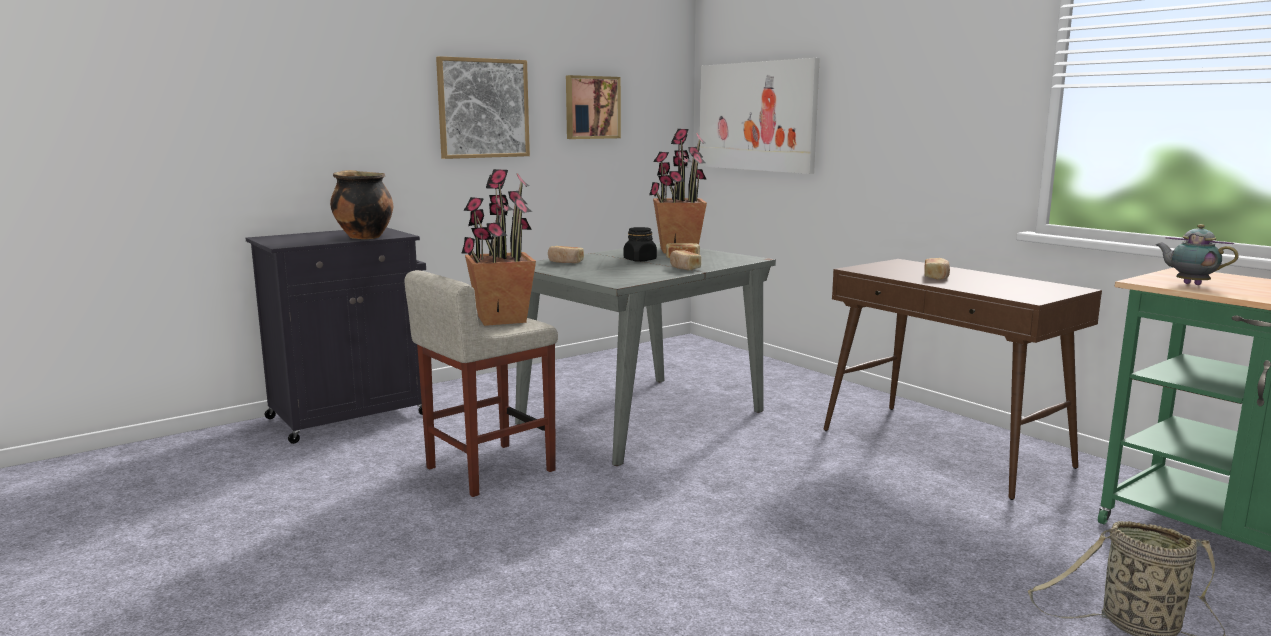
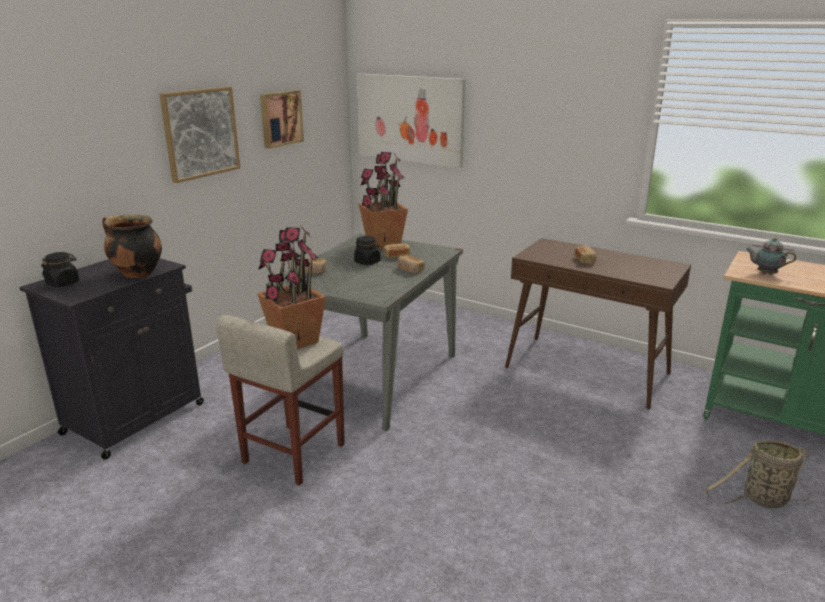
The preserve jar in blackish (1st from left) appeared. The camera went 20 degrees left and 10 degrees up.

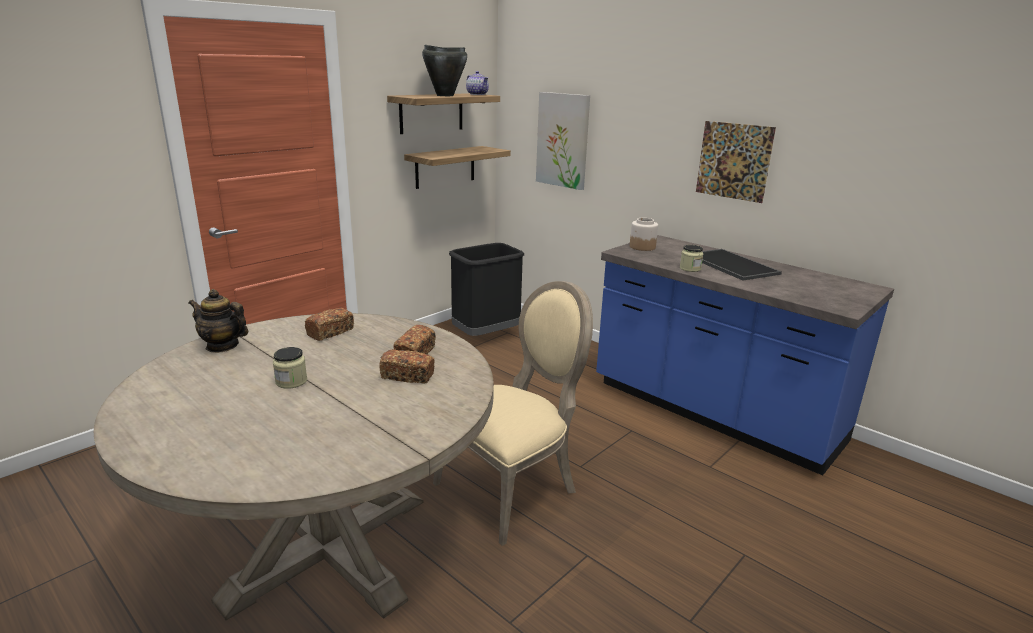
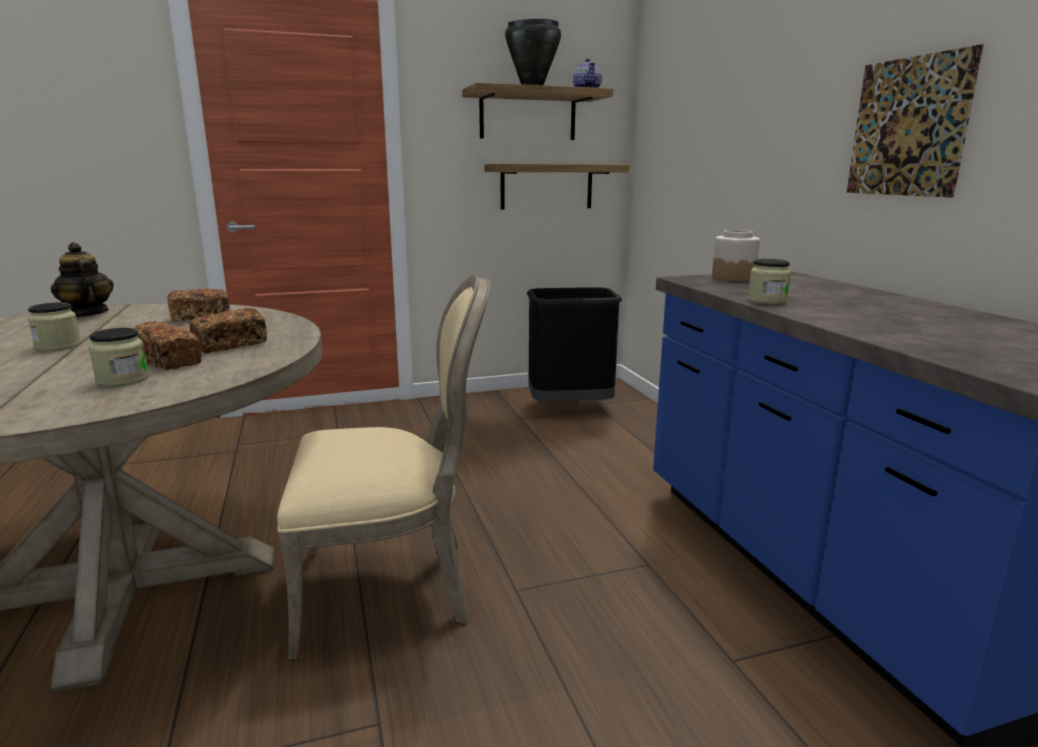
The wall art (1st from left) disappeared. The carrying tray disappeared. The preserve jar (2nd from left) appeared. The camera went 30 degrees right and 5 degrees down.

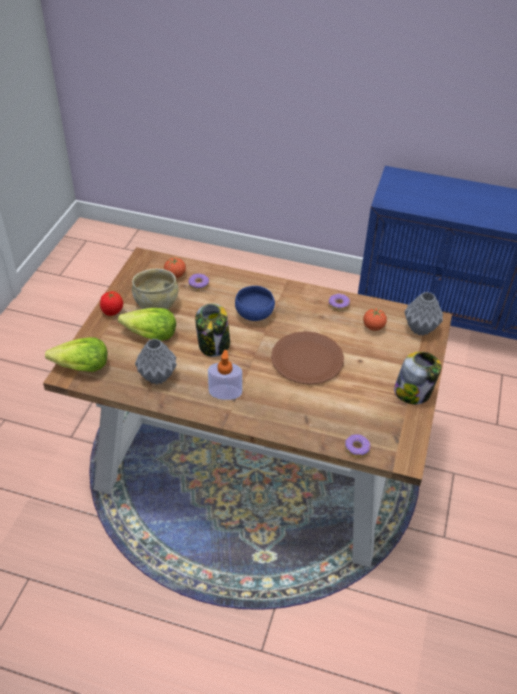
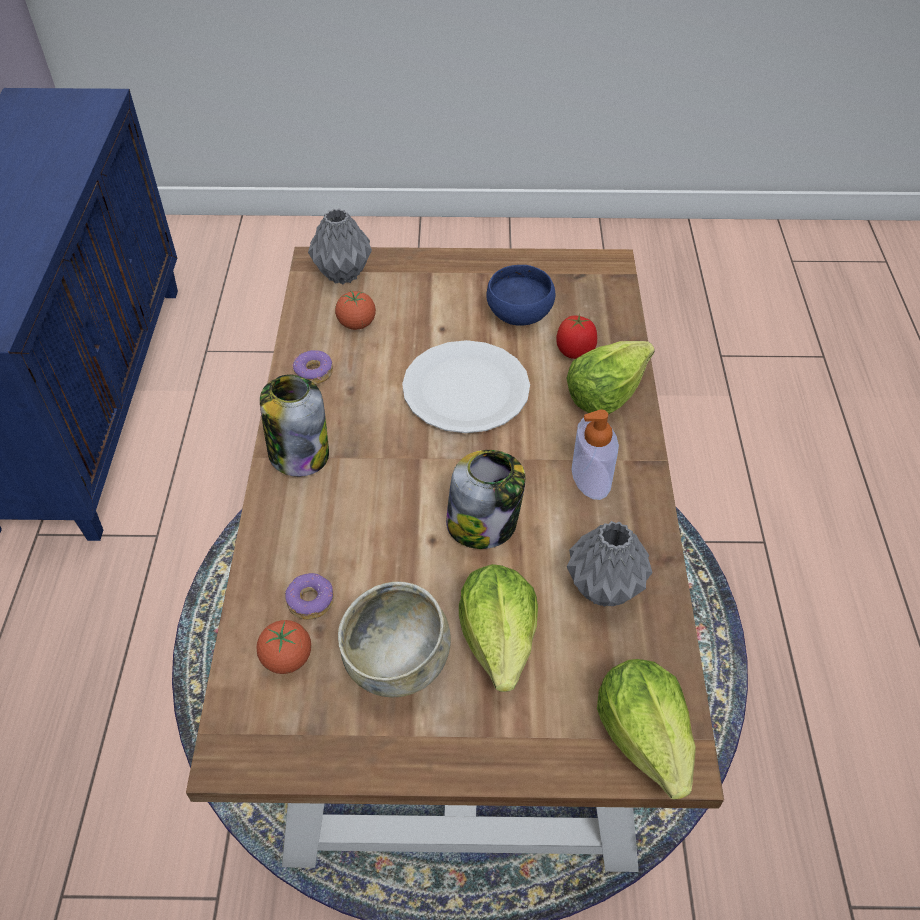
The whole tomato (1st from left in the first image) moved. The serving bowl in blue moved. The dinner plate in brown-coloured became the dinner plate in white-coloured. The donut (3rd from left) disappeared. The preserve jar (2nd from left in the first image) moved. The lettuce (2nd from left) appeared. The camera went 105 degrees left and 5 degrees up.

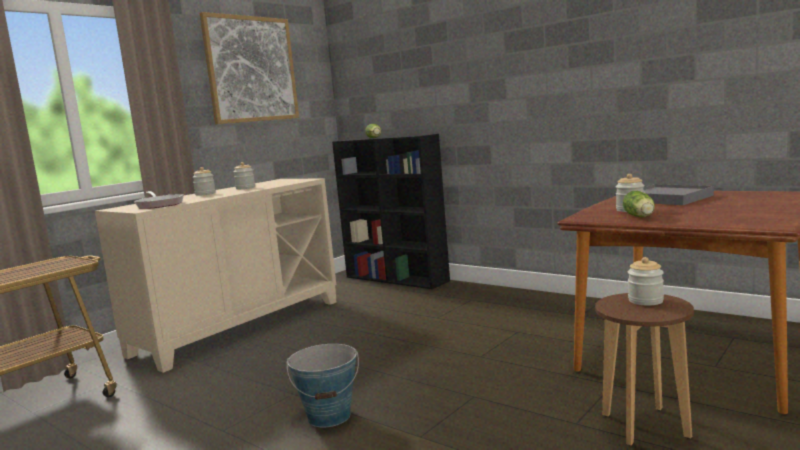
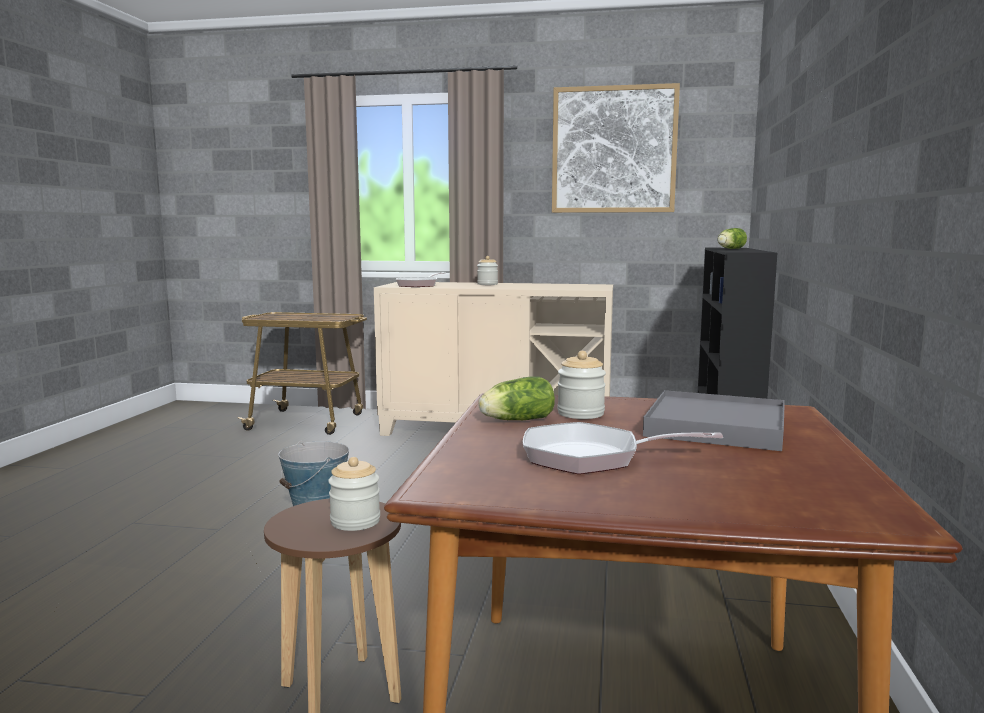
The preserve jar (2nd from left) disappeared. The frying pan (2nd from left) appeared. The camera went 60 degrees right and 0 degrees up.

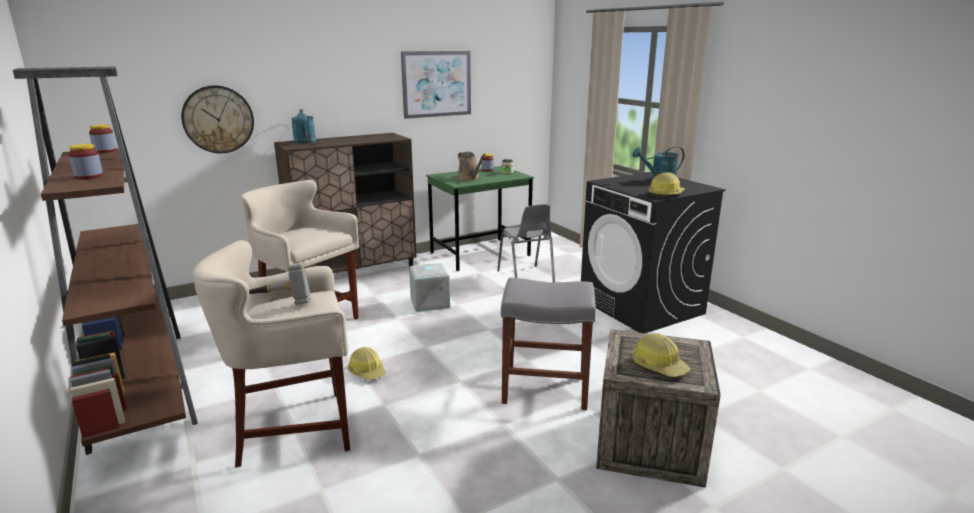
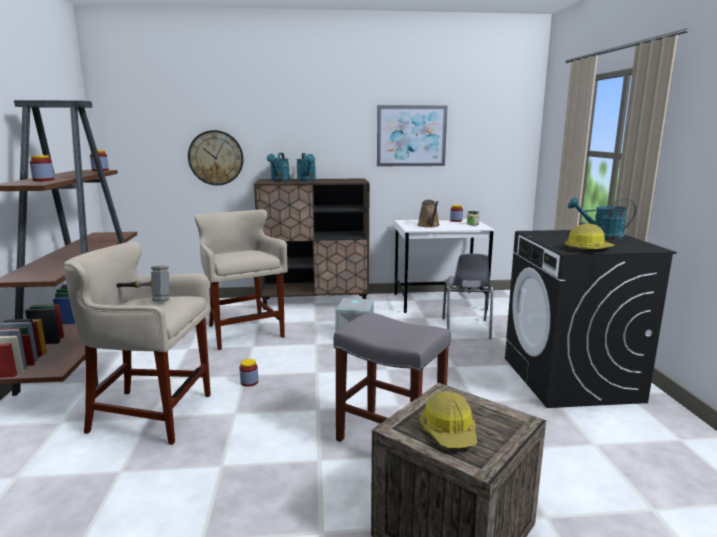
The hard hat (1st from left) was replaced by the preserve jar (3rd from left). The desk unit in green became the desk unit in white-coloured. The sprinkling can in turquoise (2nd from left) appeared. The camera went 25 degrees right and 5 degrees down.

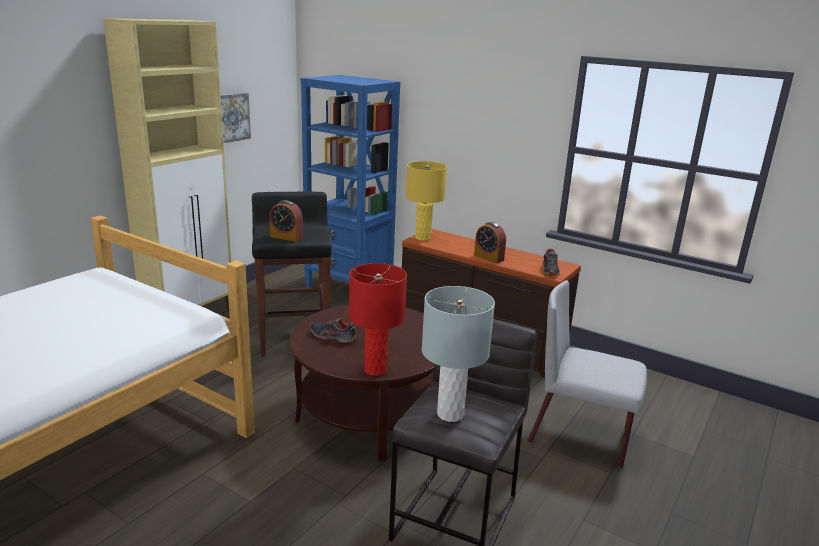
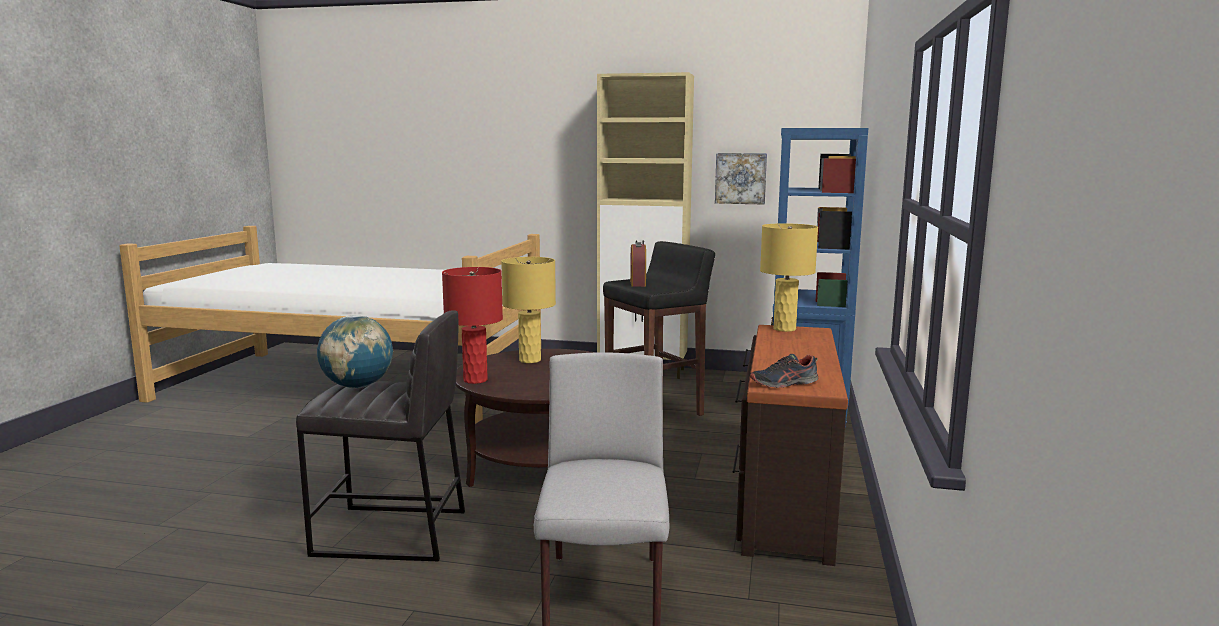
The low shoe (1st from left) was replaced by the table lamp in yellowish (1st from left). The table lamp in gray was replaced by the desk globe. The bedside clock (2nd from left) disappeared. The camera went 70 degrees right and 10 degrees down.

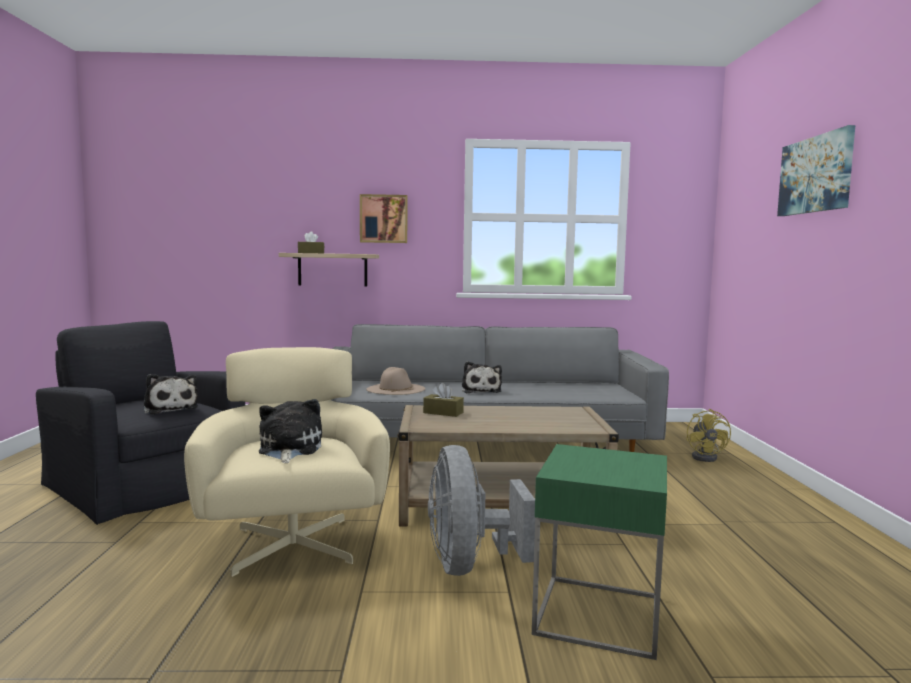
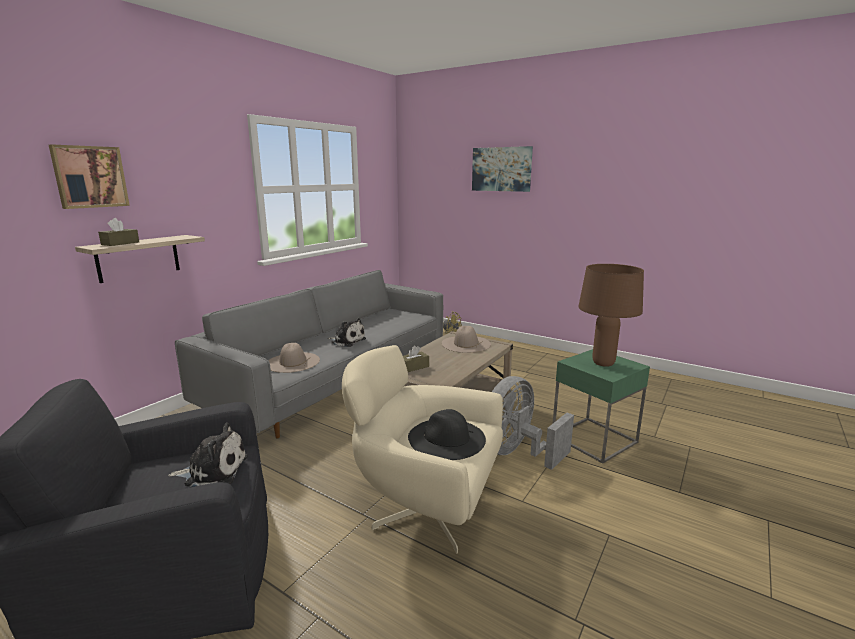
The cuddly toy (2nd from left) was replaced by the wearable hat in blackish. The wall art (1st from left) moved. The cooling fan in gray turned 105 degrees clockwise. The wearable hat in beige (2nd from left) appeared. The table lamp in brown-coloured appeared. The camera went 55 degrees left and 10 degrees up.

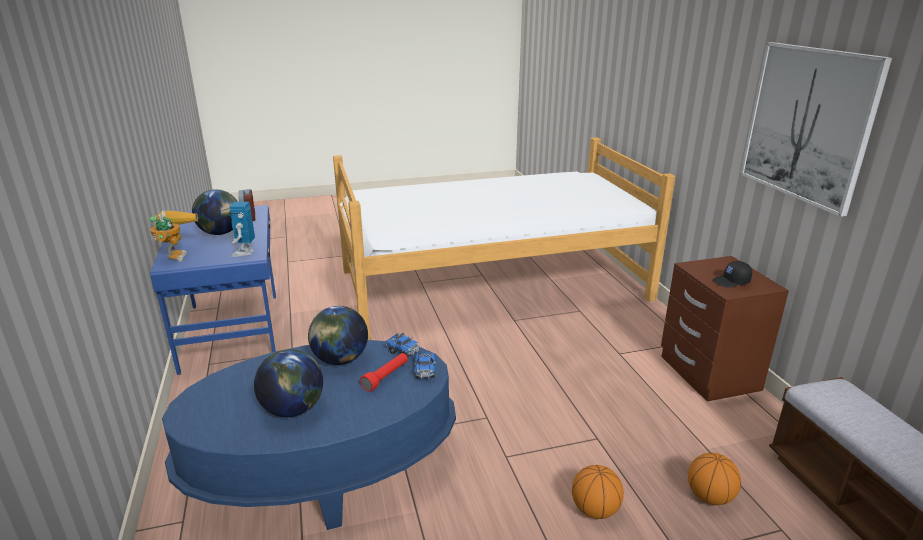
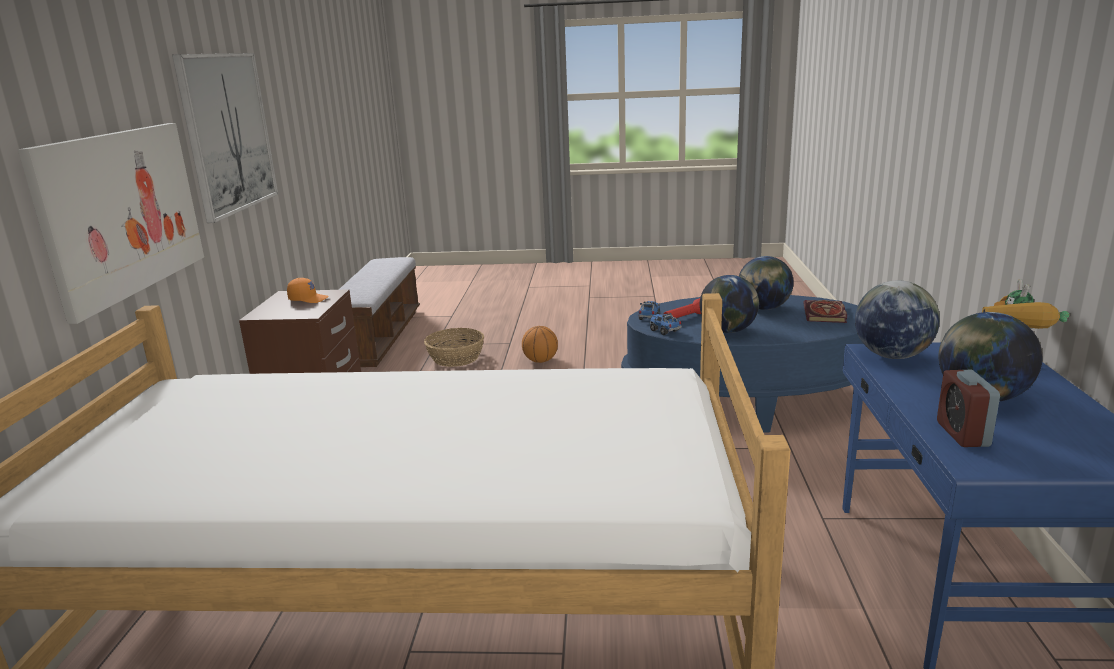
The robot figure (2nd from left) was replaced by the desk globe (3rd from left). The basketball ball (2nd from left) was replaced by the household basket. The baseball cap in blackish became the baseball cap in orange-coloured. The wall art (1st from left) appeared. The bound book appeared. The camera went 160 degrees left and 5 degrees down.

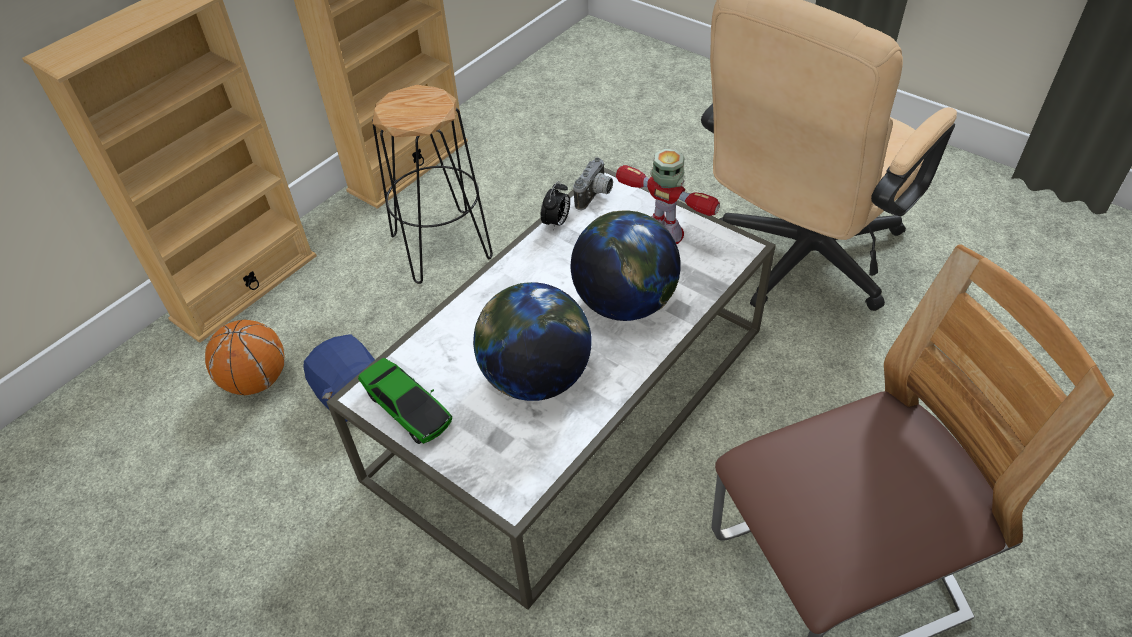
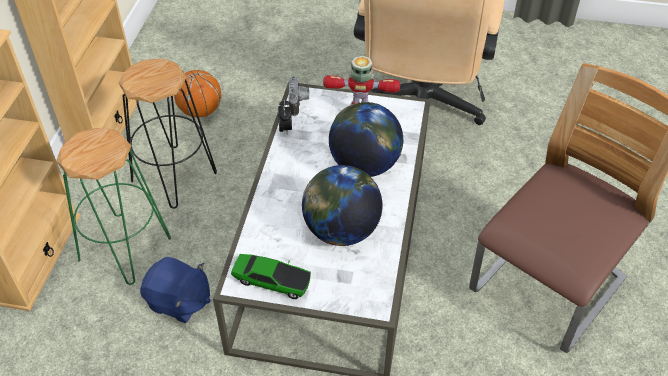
The basketball ball moved. The stool in green appeared. The camera went 30 degrees left and 0 degrees up.

